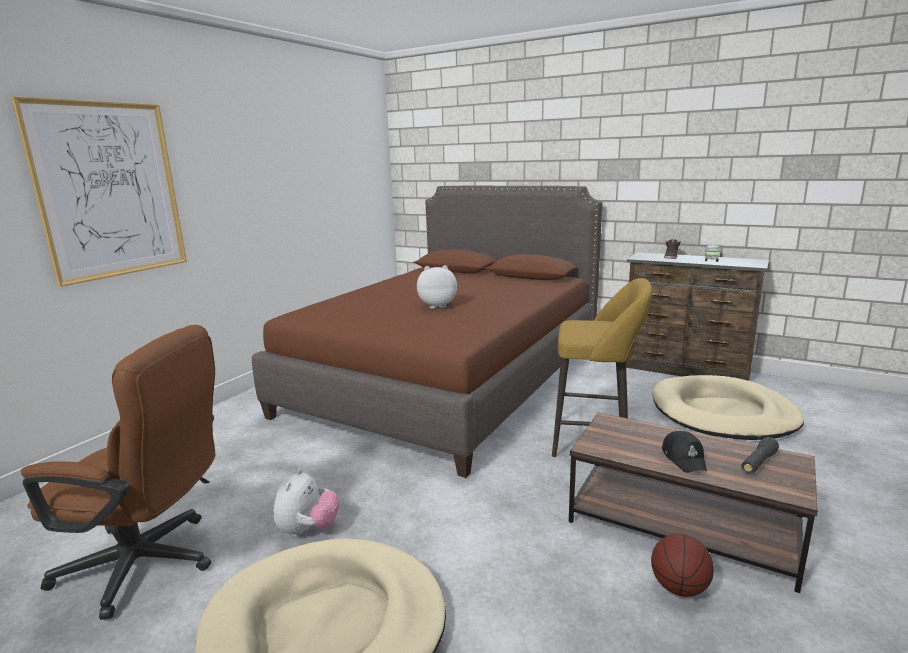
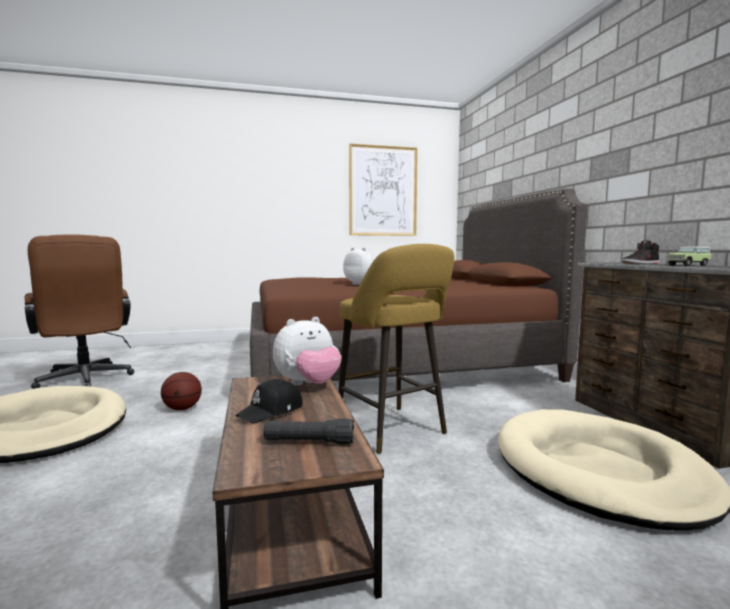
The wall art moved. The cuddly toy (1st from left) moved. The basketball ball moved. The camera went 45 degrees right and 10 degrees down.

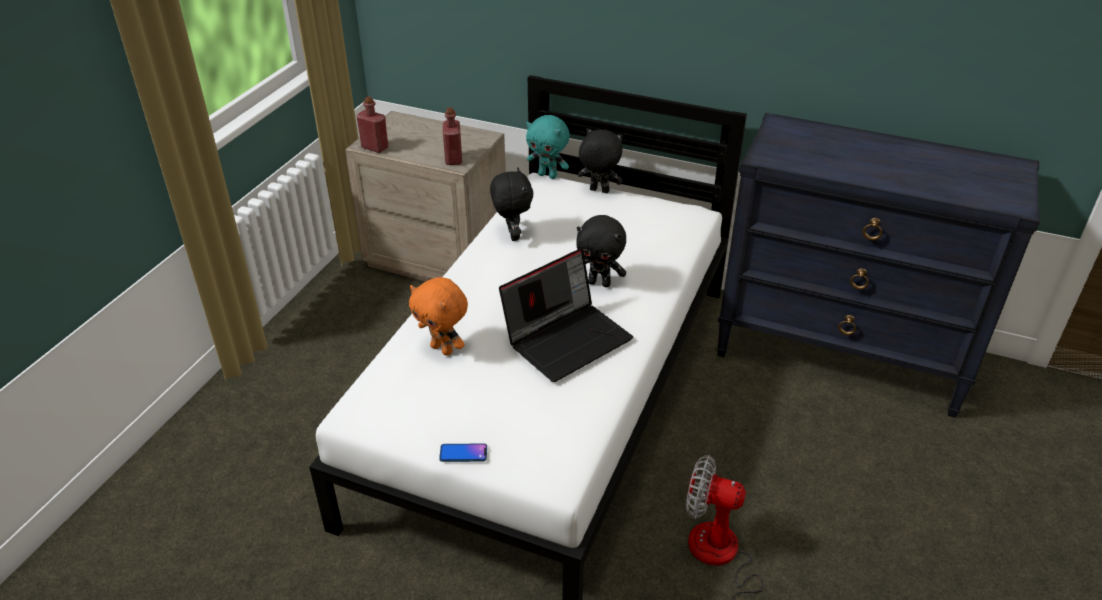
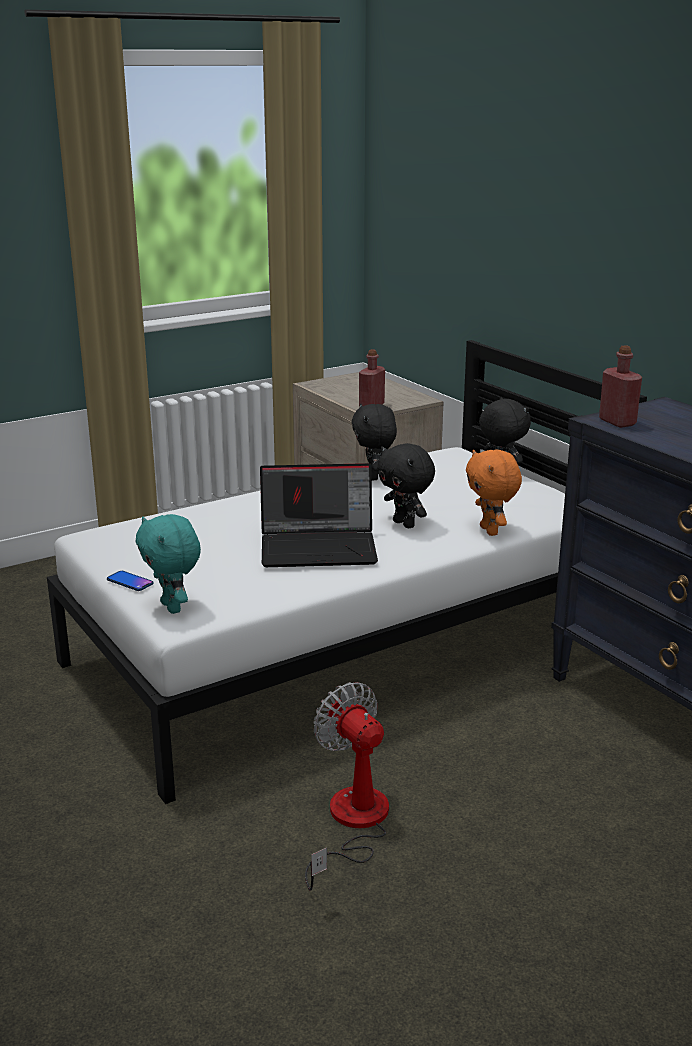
The beverage bottle in reddish (1st from left in the first image) moved. The cuddly toy in orange-coloured moved. The cuddly toy in blackish (1st from left) turned 150 degrees clockwise. The cuddly toy in turquoise moved. The camera went 35 degrees right and 15 degrees down.

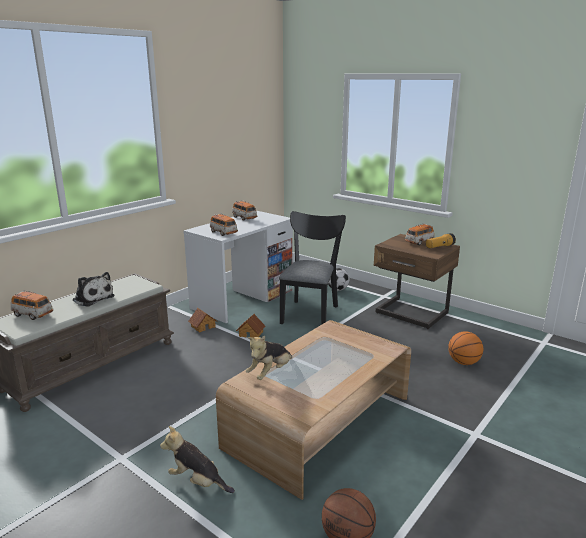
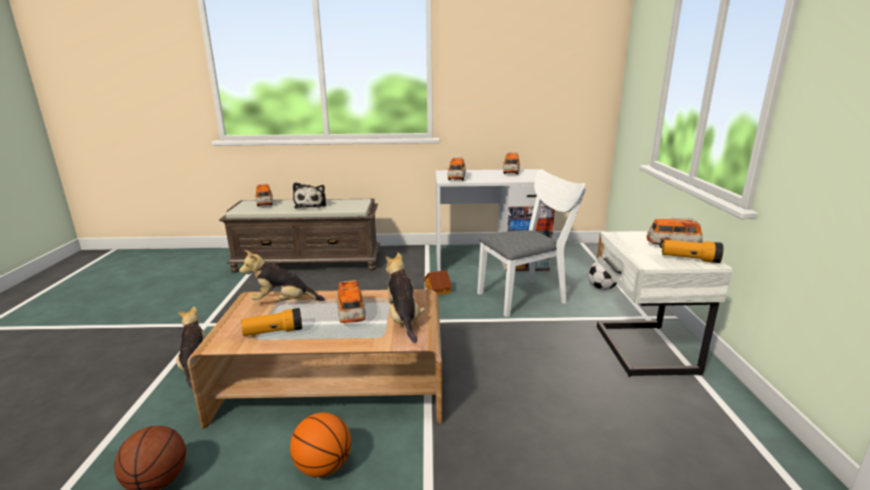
The model house (1st from left) disappeared. The upright chair in blackish became the upright chair in white-coloured. The bedside table in brown-coloured became the bedside table in white-coloured. The basketball ball (2nd from left) moved. The torch (1st from left) appeared. The model car (2nd from left) appeared. The cuddly toy (4th from left) appeared. The camera went 50 degrees right and 0 degrees up.

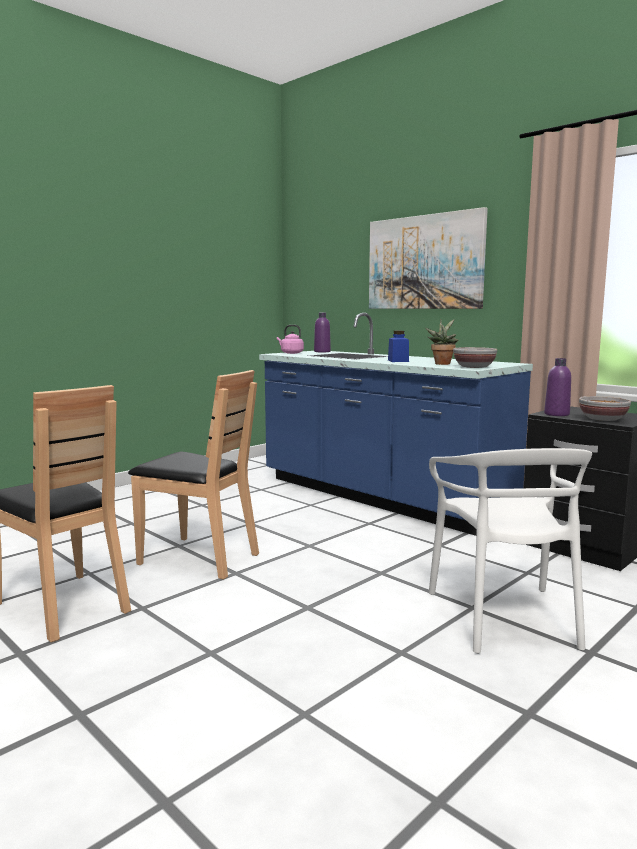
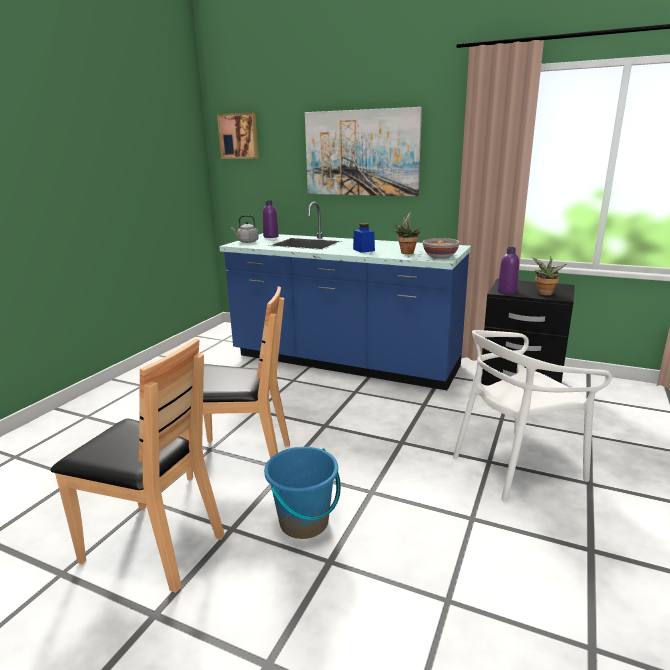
The tea kettle in pinkish became the tea kettle in gray. The upright chair in white-coloured turned 90 degrees clockwise. The serving bowl (2nd from left) was replaced by the houseplant (2nd from left). The wall art (1st from left) appeared. The bucket in blue appeared. The camera went 20 degrees left and 10 degrees up.

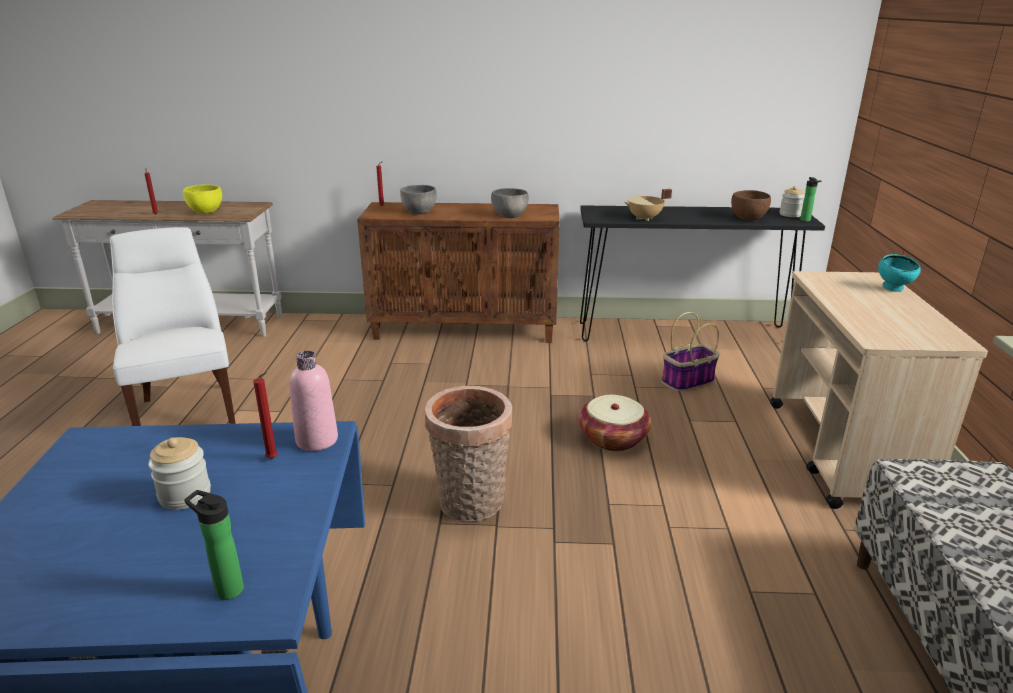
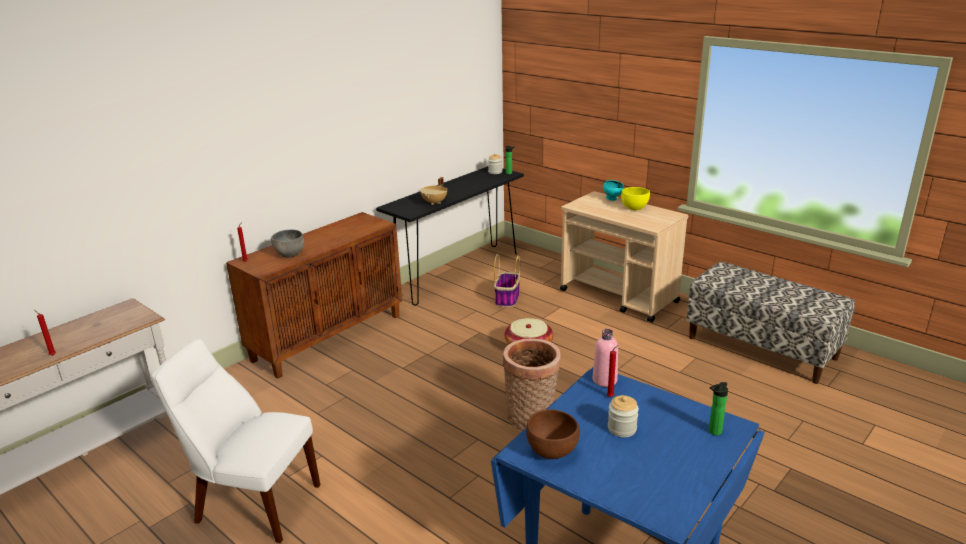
The serving bowl in yellowish moved. The serving bowl in gray (2nd from left) disappeared. The serving bowl in brown-coloured moved. The camera went 50 degrees left and 0 degrees up.

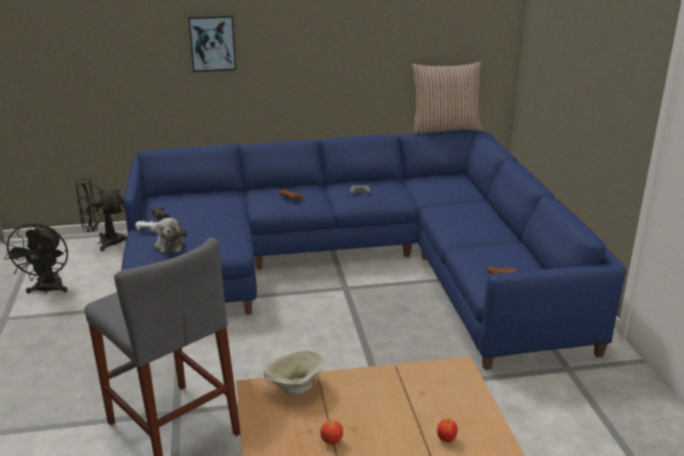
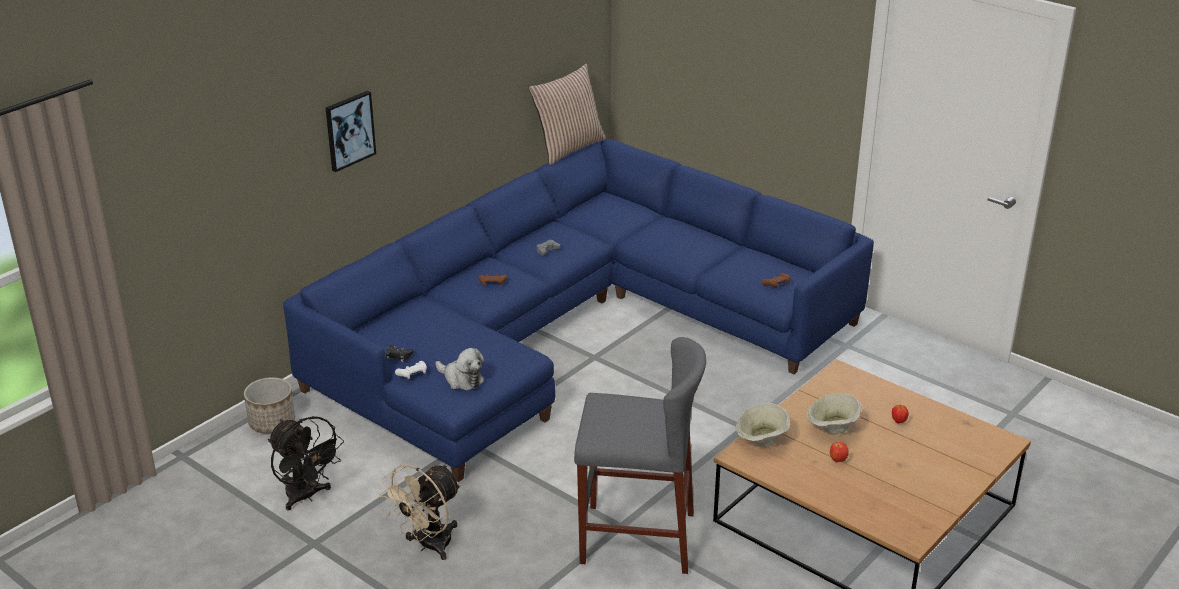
The cooling fan in blackish (2nd from left) was replaced by the planter. The cooling fan in beige appeared. The serving bowl in beige (2nd from left) appeared. The camera went 40 degrees left and 5 degrees up.

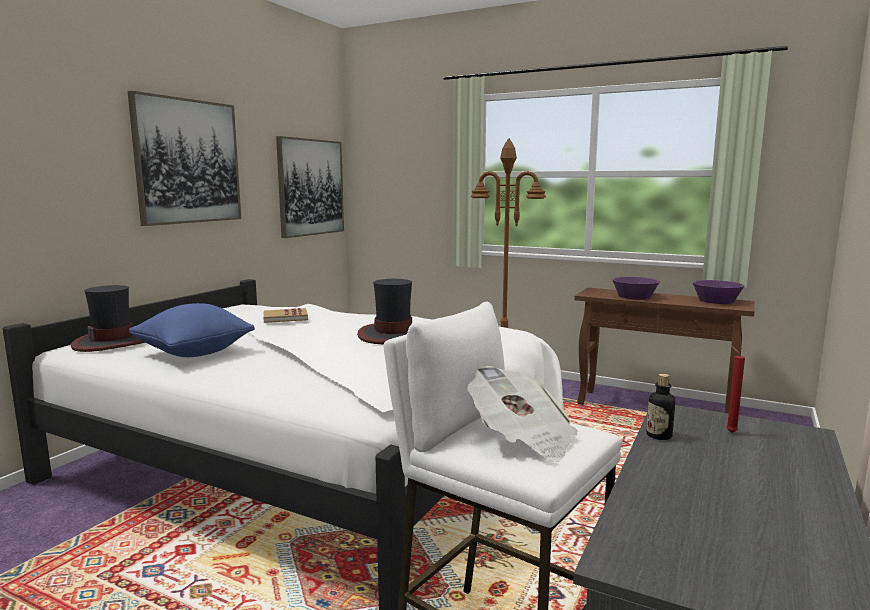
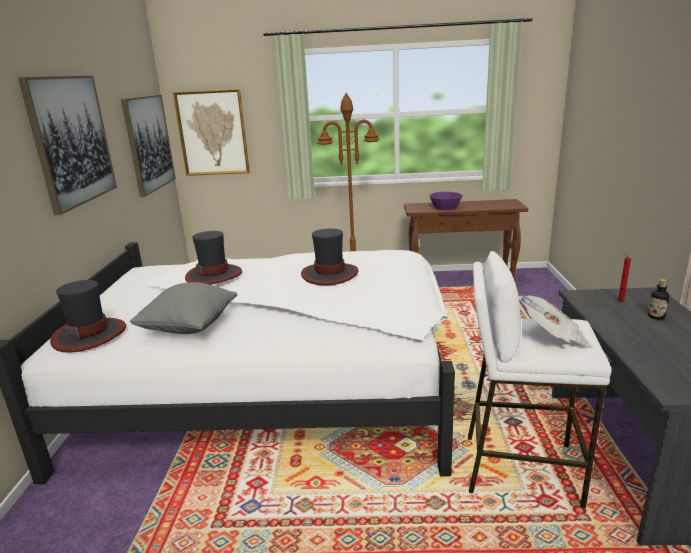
The throw pillow in blue became the throw pillow in gray. The bound book was replaced by the wearable hat (2nd from left). The beverage bottle moved. The serving bowl in purple-coloured (2nd from left) disappeared. The wall art (3rd from left) appeared. The camera went 25 degrees left and 10 degrees up.

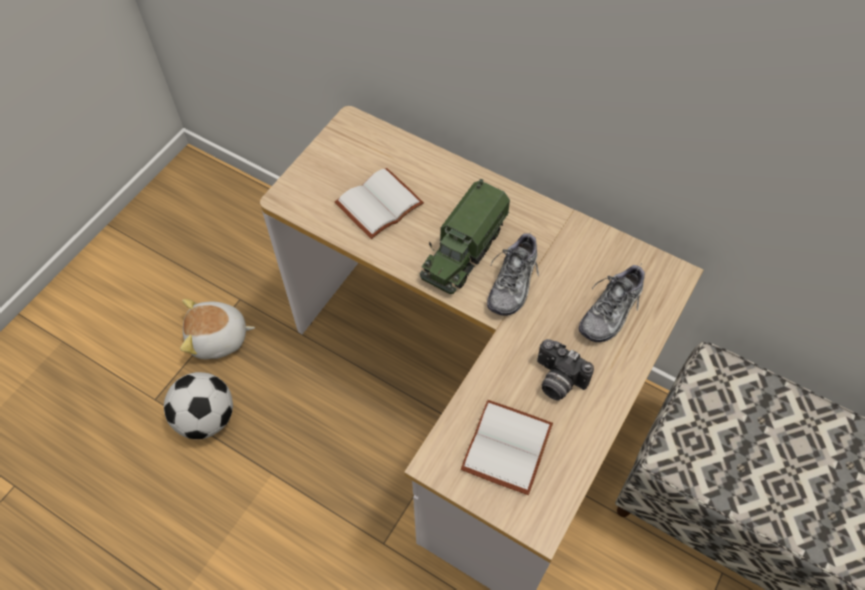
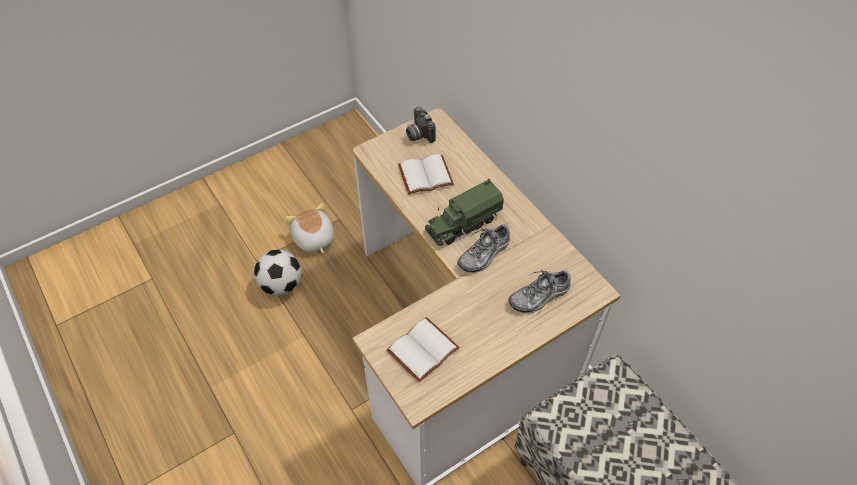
The cuddly toy turned 45 degrees clockwise. The photo camera moved. The camera went 25 degrees right and 5 degrees down.

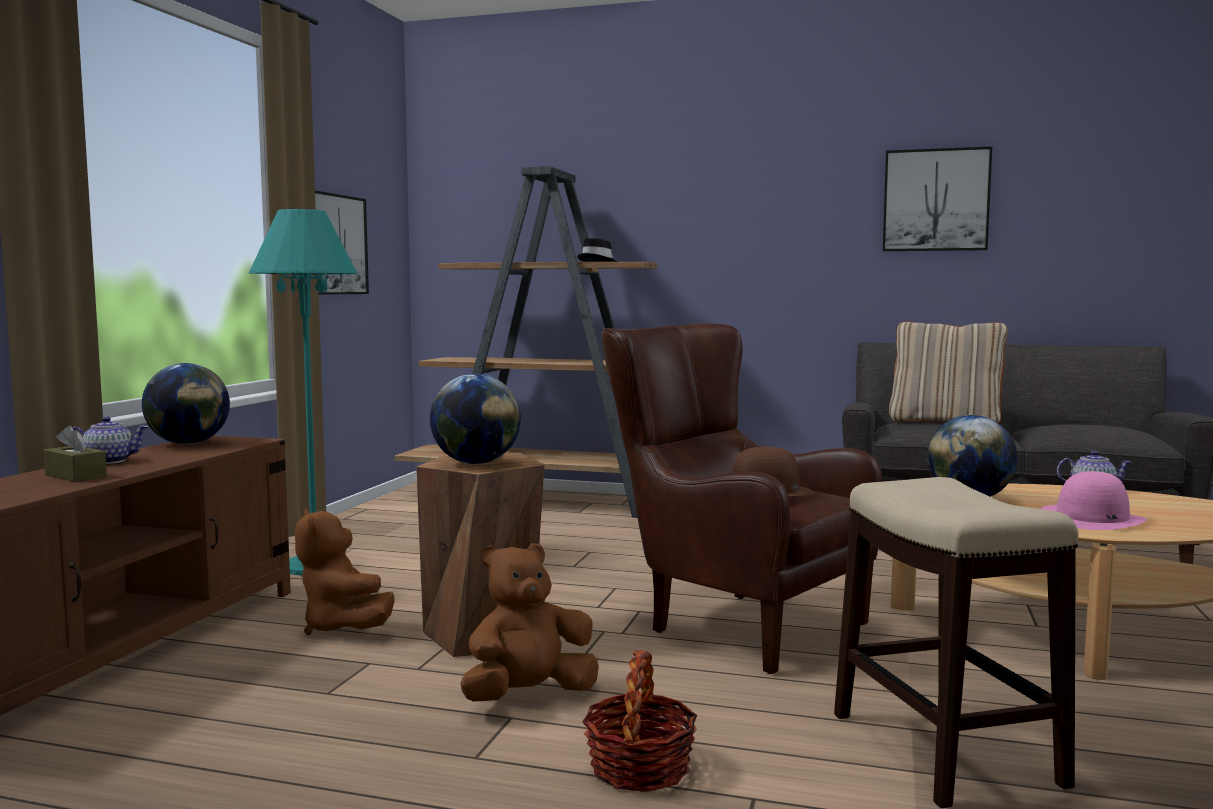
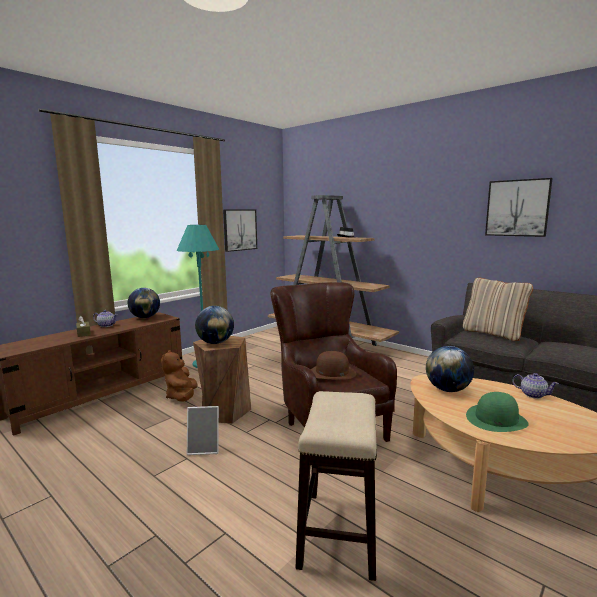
The cuddly toy in brown-coloured (2nd from left) was replaced by the photo frame. The household basket disappeared. The wearable hat in pinkish became the wearable hat in green. The camera went 25 degrees right and 5 degrees up.

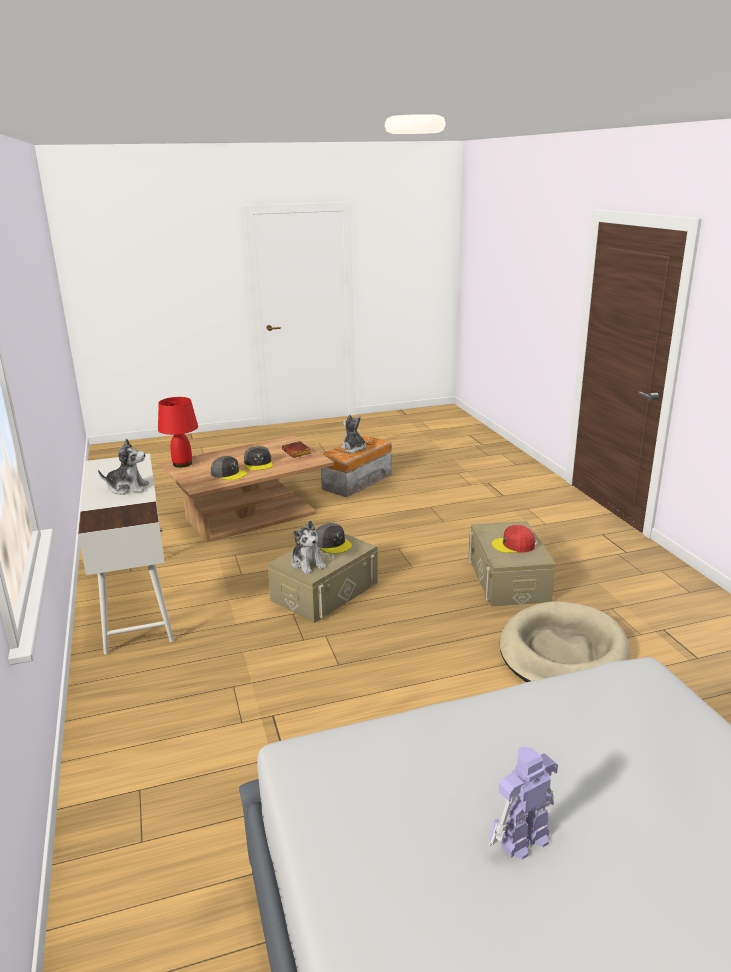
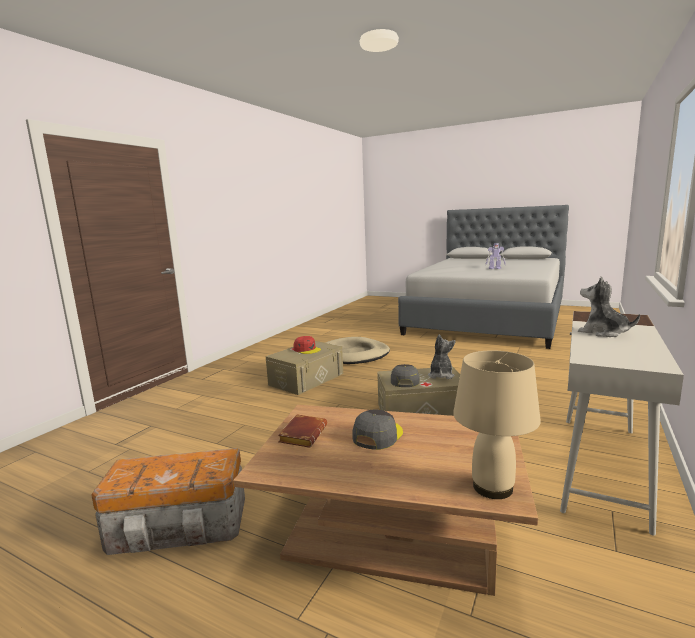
The table lamp in reddish became the table lamp in beige. The baseball cap in gray (1st from left) disappeared. The cuddly toy (3rd from left) disappeared. The camera went 135 degrees left and 10 degrees down.

